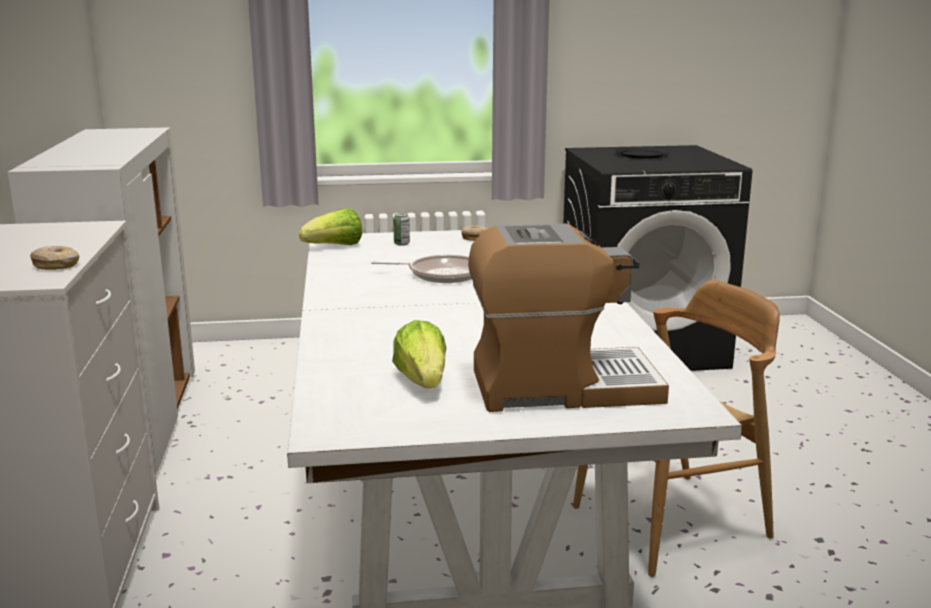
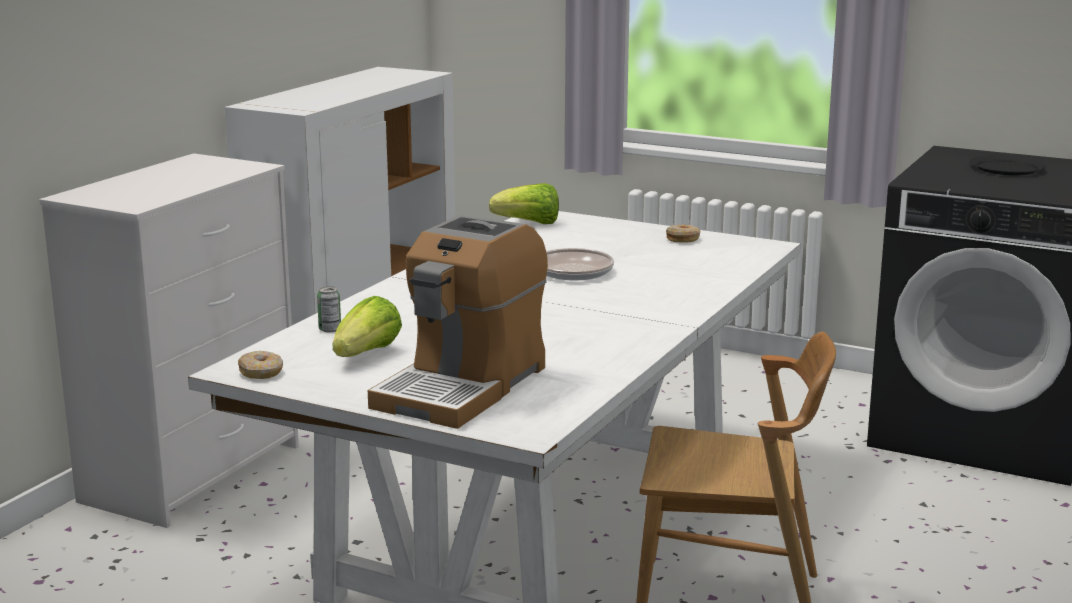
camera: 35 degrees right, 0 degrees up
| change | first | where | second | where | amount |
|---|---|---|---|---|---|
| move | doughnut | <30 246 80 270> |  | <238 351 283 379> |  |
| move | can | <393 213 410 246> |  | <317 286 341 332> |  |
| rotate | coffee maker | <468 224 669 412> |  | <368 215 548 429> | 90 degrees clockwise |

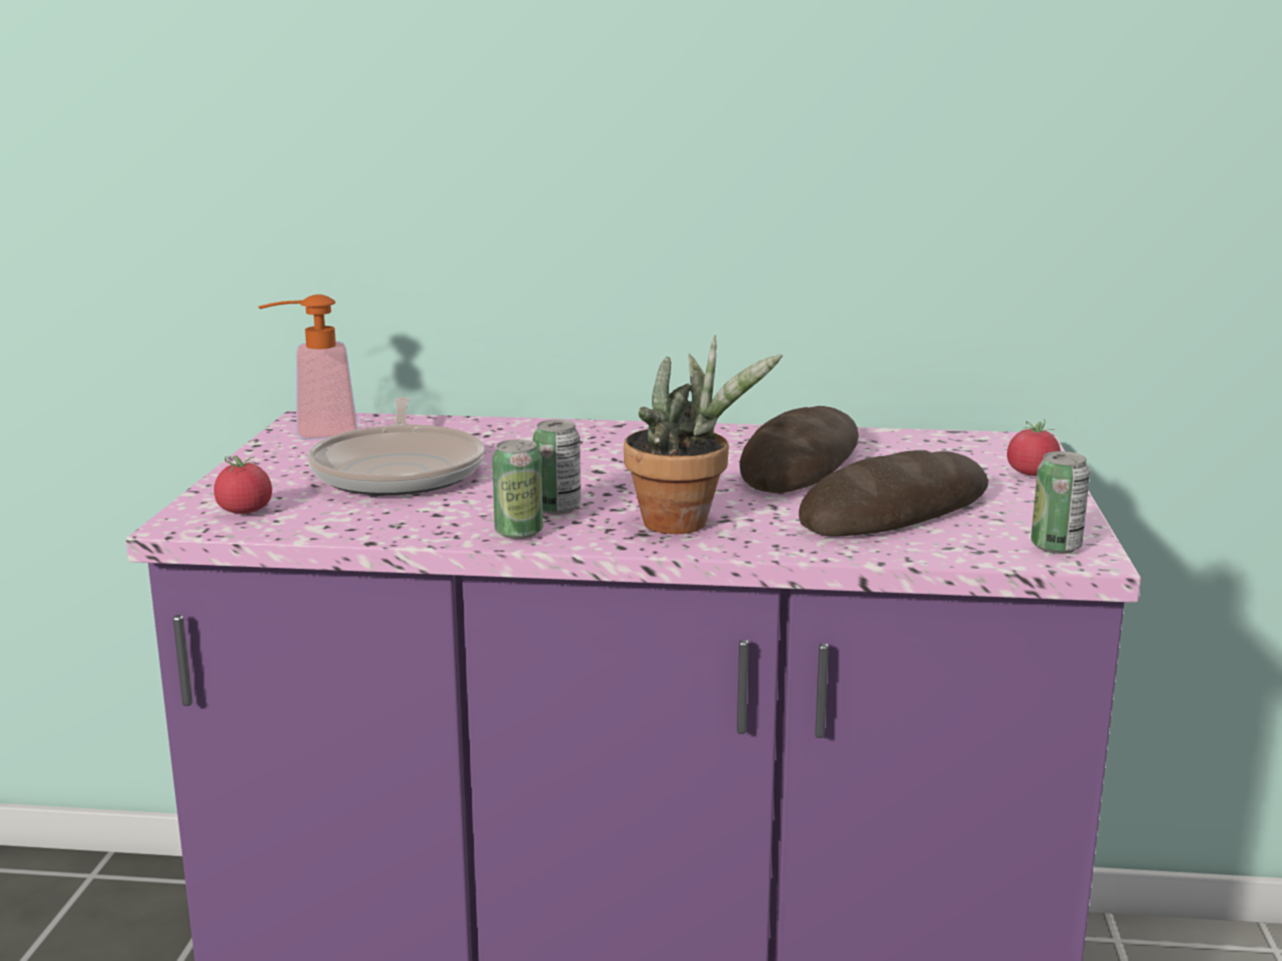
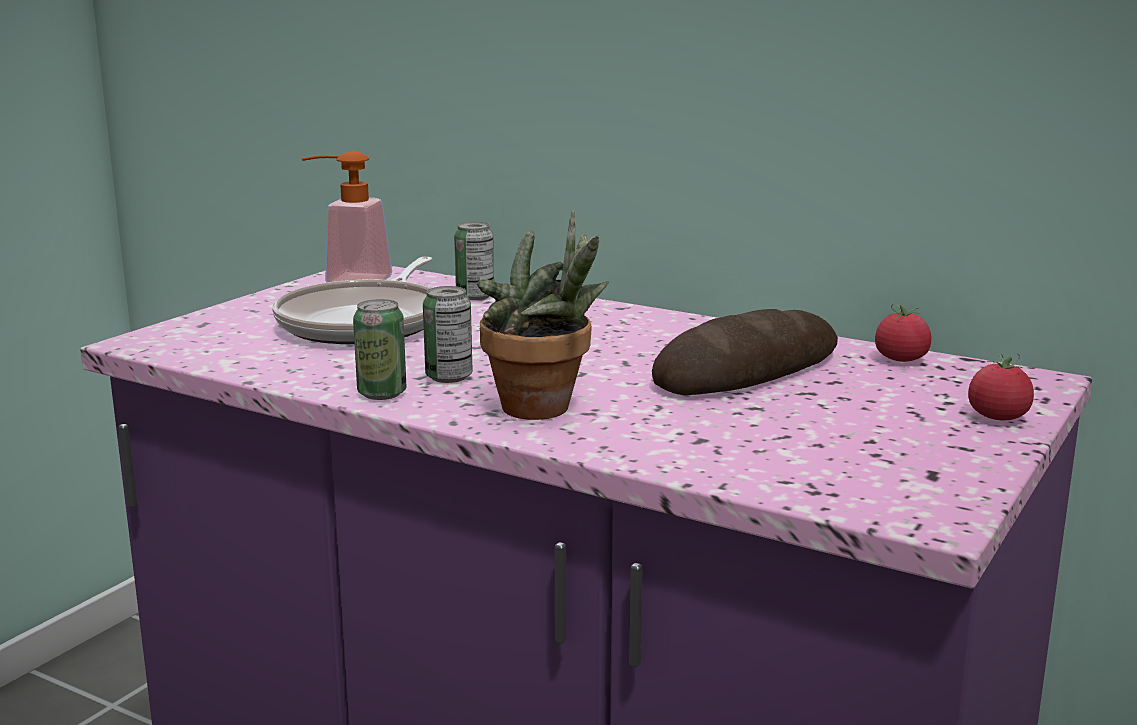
camera: 25 degrees right, 0 degrees up
| change | first | where | second | where | amount |
|---|---|---|---|---|---|
| delete | bread | <799 450 989 537> |  |  |  |
| move | fresh tomato | <214 456 272 514> |  | <875 304 931 362> |  |
| move | can | <1031 451 1090 554> |  | <454 222 494 300> |  |

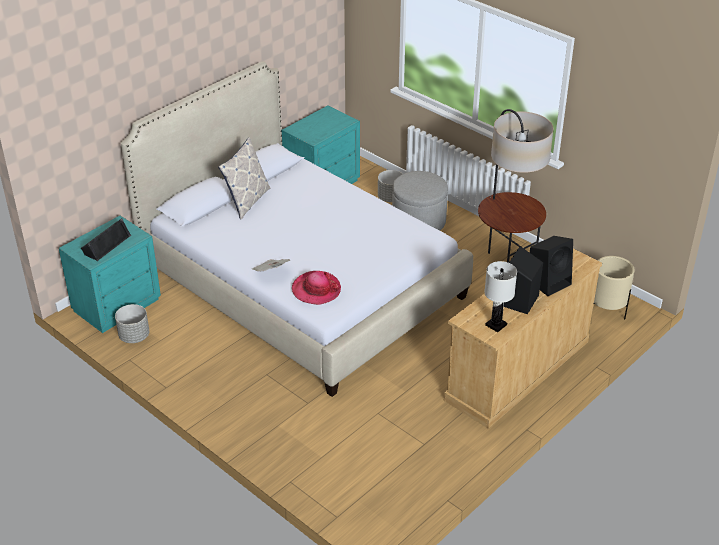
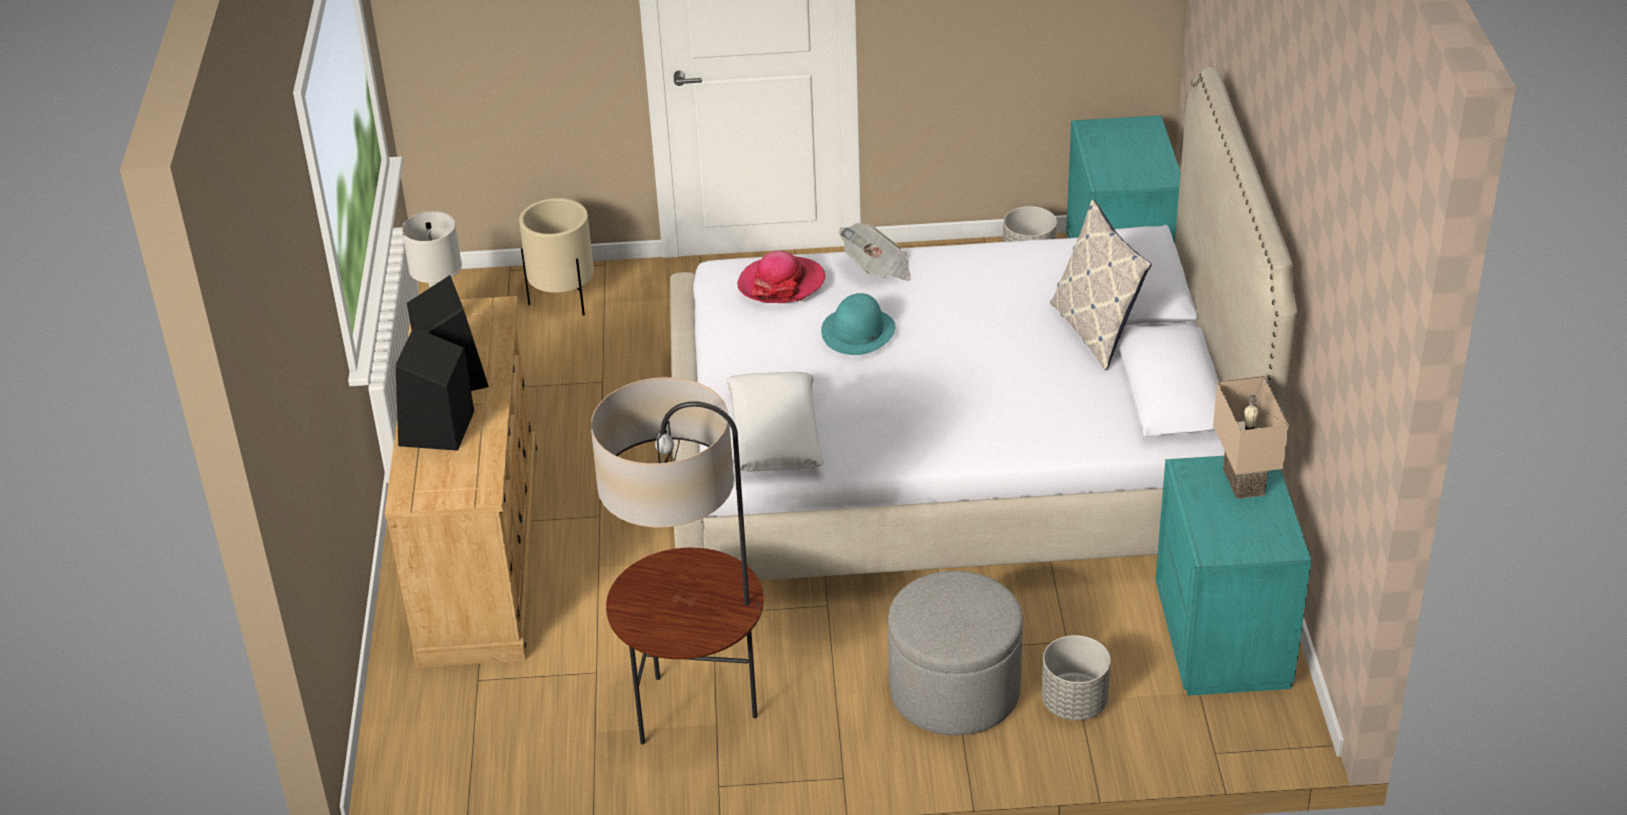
camera: 135 degrees right, 0 degrees up
| change | first | where | second | where | amount |
|---|---|---|---|---|---|
| delete | black speaker | <81 218 131 261> |  |  |  |
| insert |  |  | white-coloured pillow | <727 372 824 471> |  |
| insert |  |  | turquoise-coloured clothing hat | <821 293 896 355> |  |
| insert |  |  | sand-coloured table lamp | <1213 376 1289 499> |  |
| move | sand-coloured plant pot | <594 256 635 320> |  | <519 198 594 316> |  |

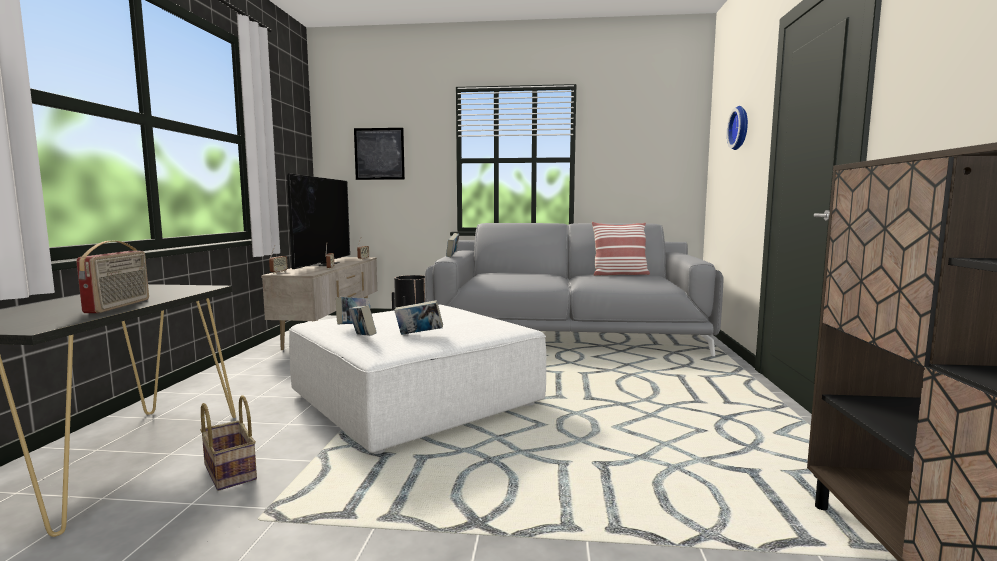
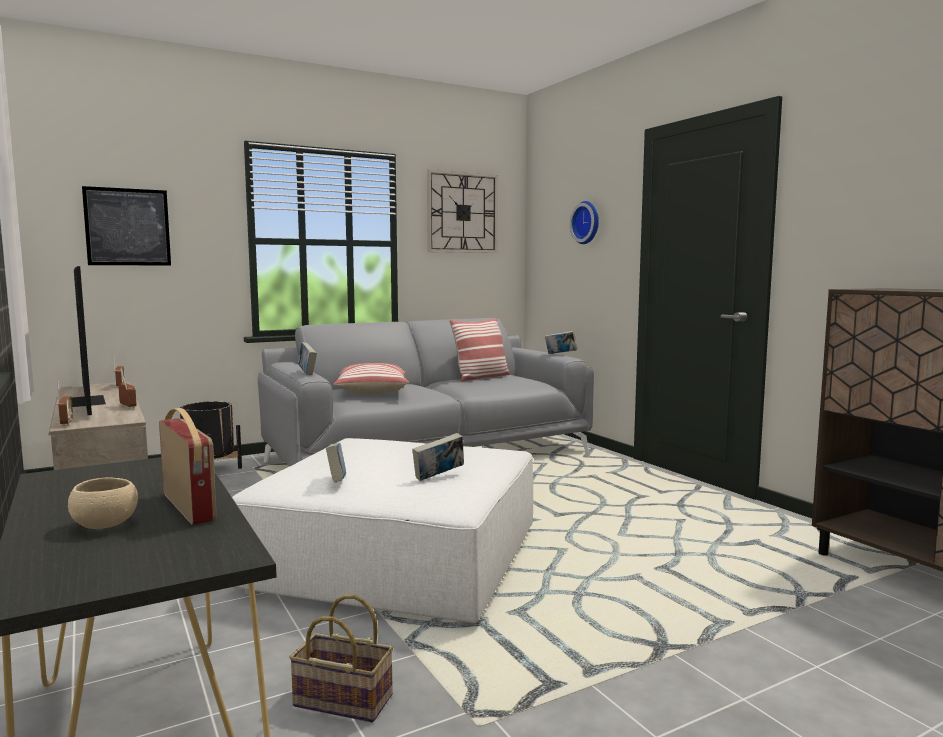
camera: 35 degrees left, 0 degrees up
| change | first | where | second | where | amount |
|---|---|---|---|---|---|
| insert |  |  | sand-coloured bowl | <68 477 138 529> |  |
| insert |  |  | pillow | <333 363 409 394> |  |
| insert |  |  | clock on the wall | <427 170 498 253> |  |
| move | volume | <349 305 377 336> |  | <545 331 578 354> |  |

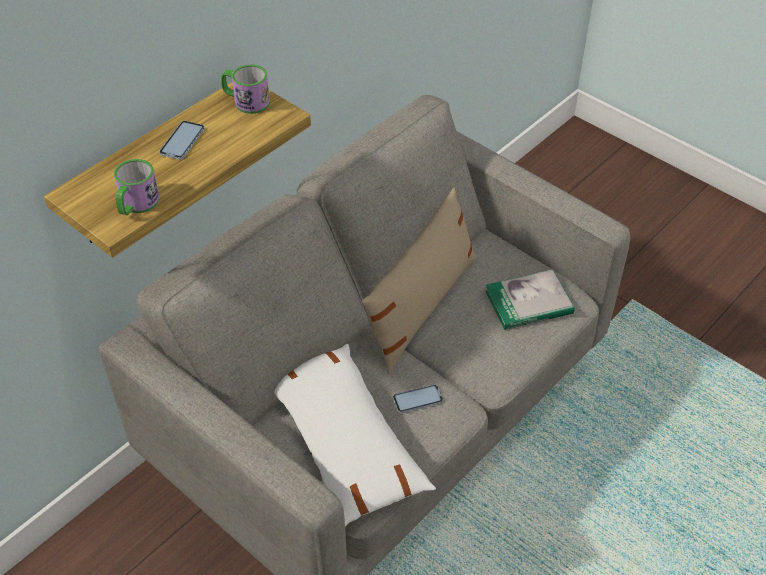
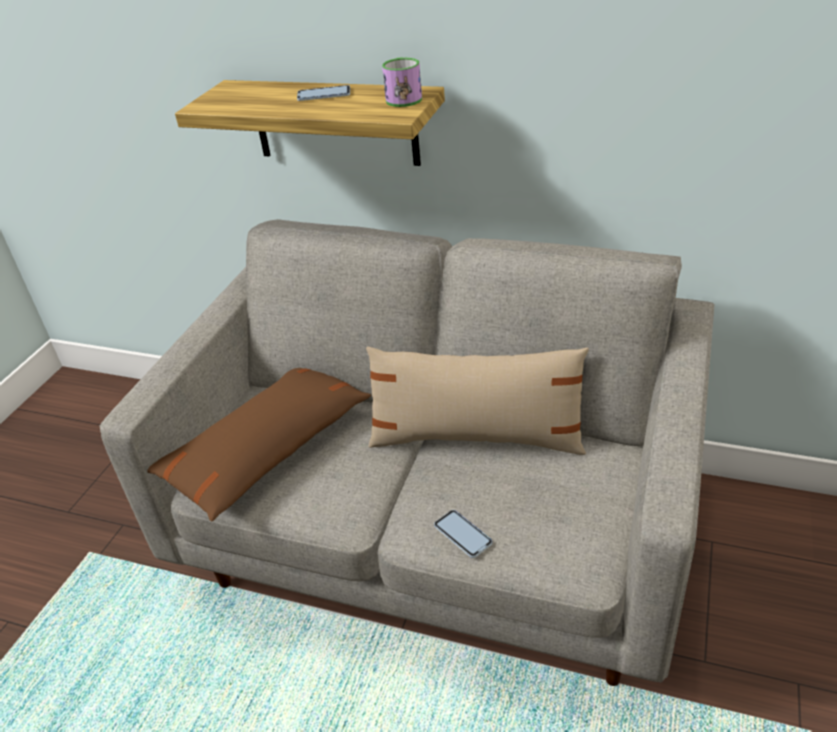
camera: 70 degrees right, 10 degrees down
| change | first | where | second | where | amount |
|---|---|---|---|---|---|
| delete | tea mug | <114 159 159 215> |  |  |  |
| delete | volume | <485 270 574 330> |  |  |  |
| move | handset | <393 384 443 413> |  | <434 510 492 558> |  |
| recolor | white-coloured pillow | <274 344 436 526> | brown pillow | <147 368 371 521> |  |

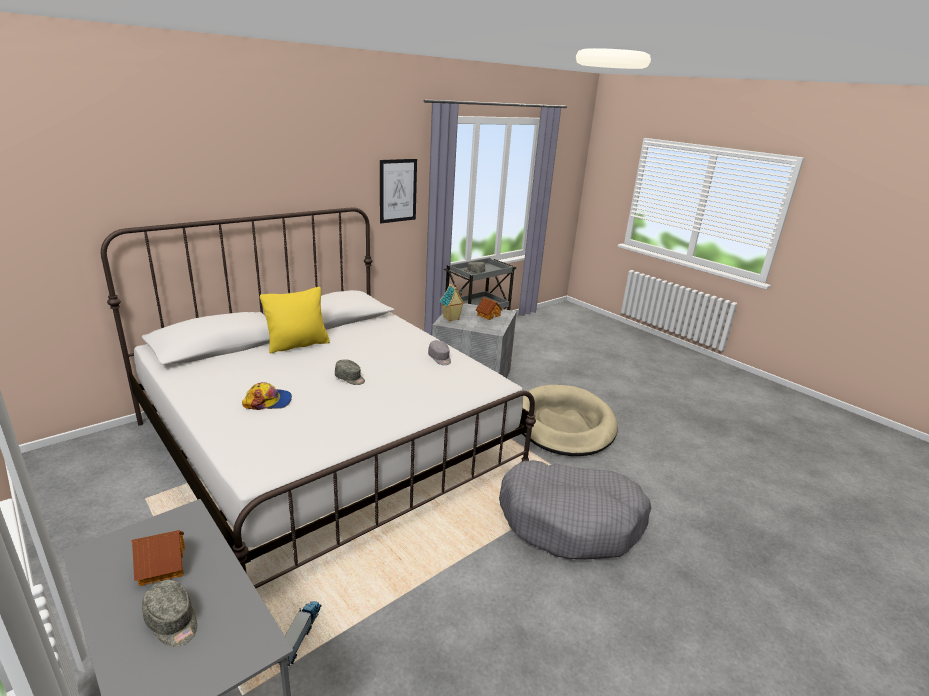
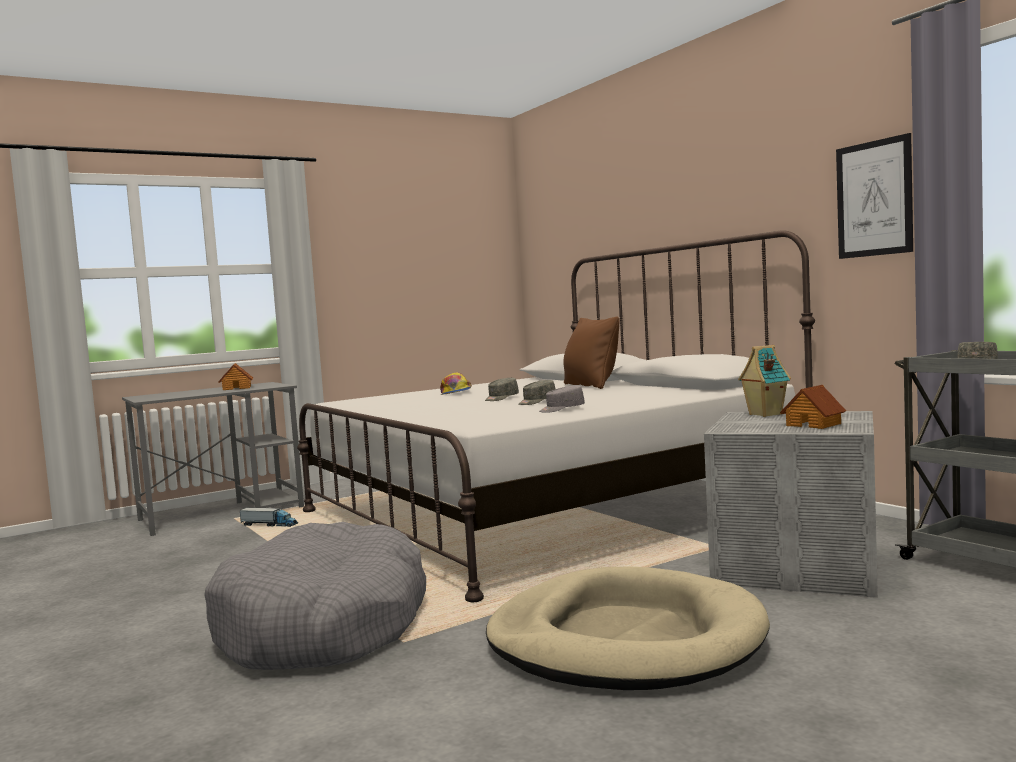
camera: 100 degrees right, 20 degrees down
| change | first | where | second | where | amount |
|---|---|---|---|---|---|
| move | gray cap | <142 580 197 647> |  | <518 380 555 405> |  |
| recolor | yellow pillow | <260 287 330 353> | brown pillow | <563 317 620 389> |  |

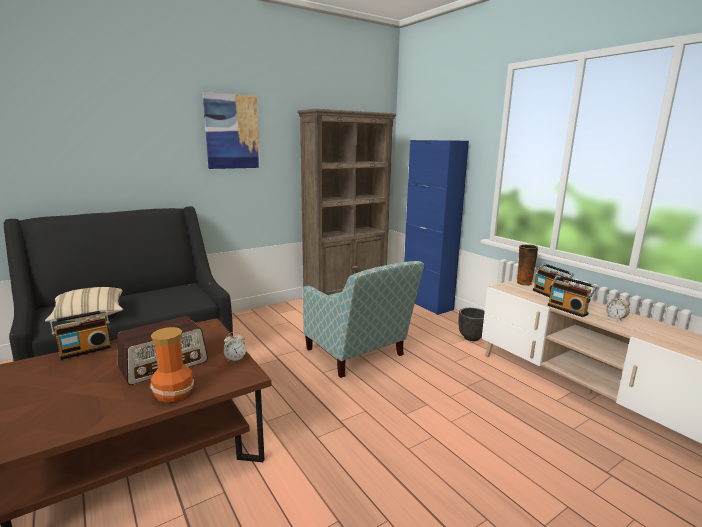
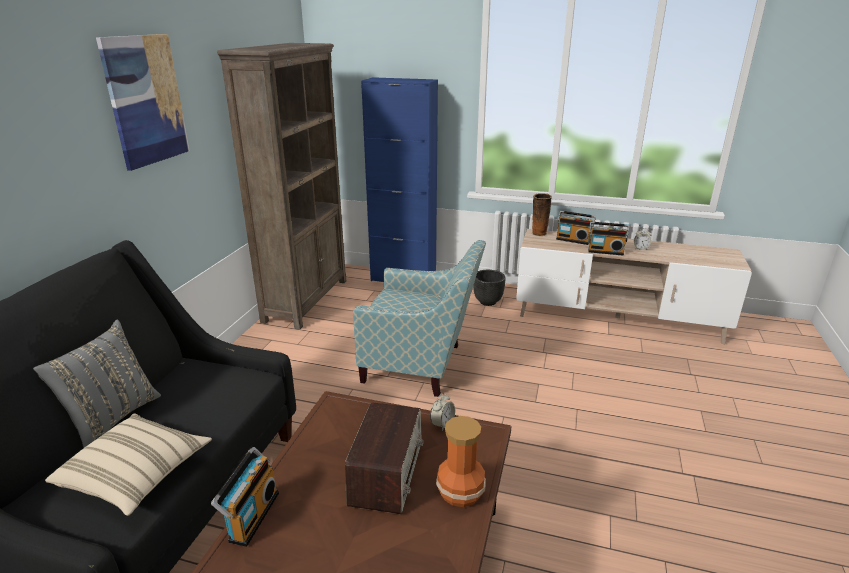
camera: 40 degrees left, 10 degrees up
| change | first | where | second | where | amount |
|---|---|---|---|---|---|
| insert |  |  | gray pillow | <33 320 161 448> |  |

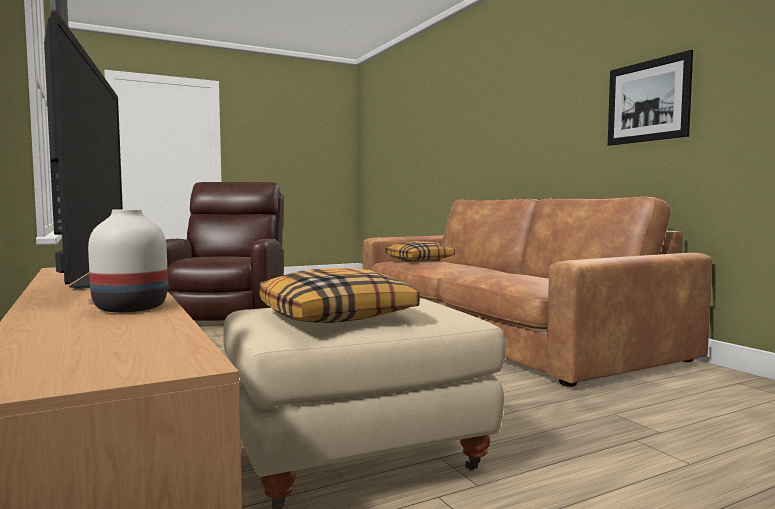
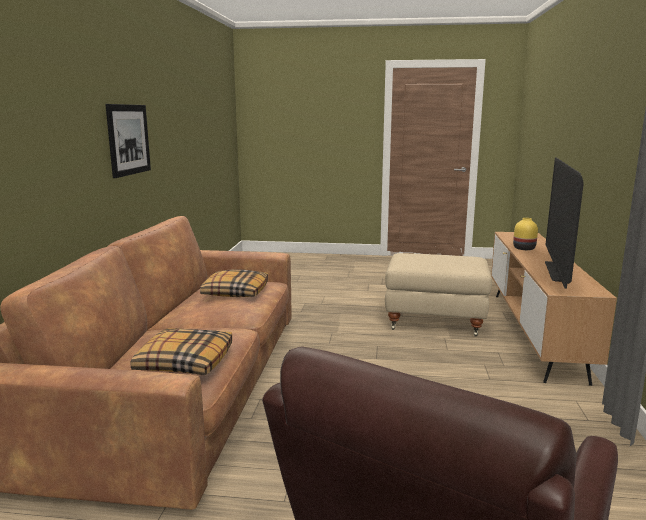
camera: 145 degrees left, 10 degrees up
| change | first | where | second | where | amount |
|---|---|---|---|---|---|
| move | pillow | <259 268 420 323> |  | <200 269 268 297> |  |
| recolor | white-coloured decorative vase | <88 209 168 313> | yellow decorative vase | <513 218 538 250> |  |

